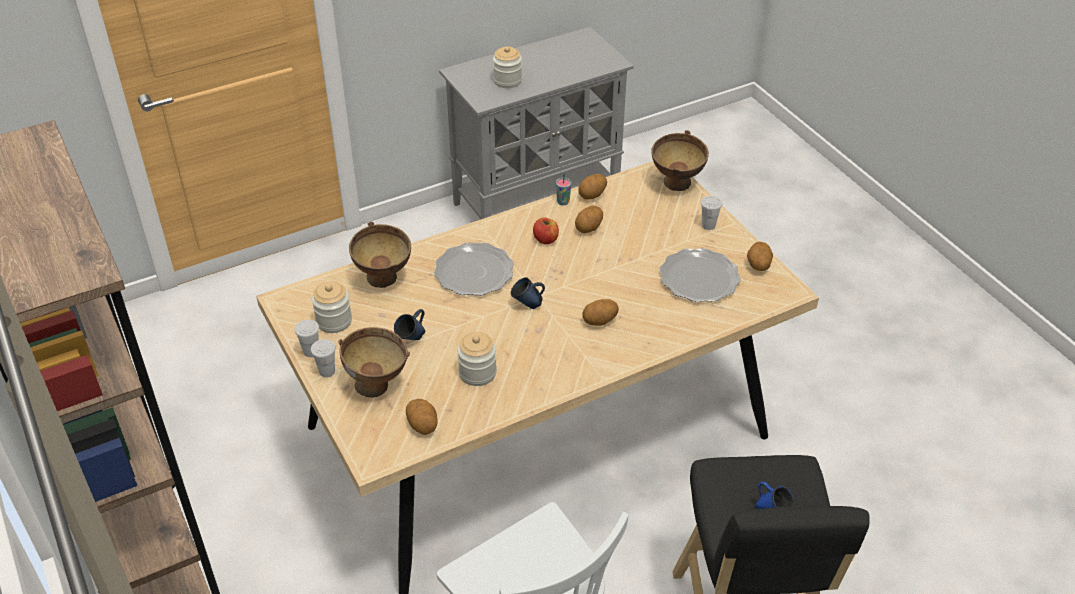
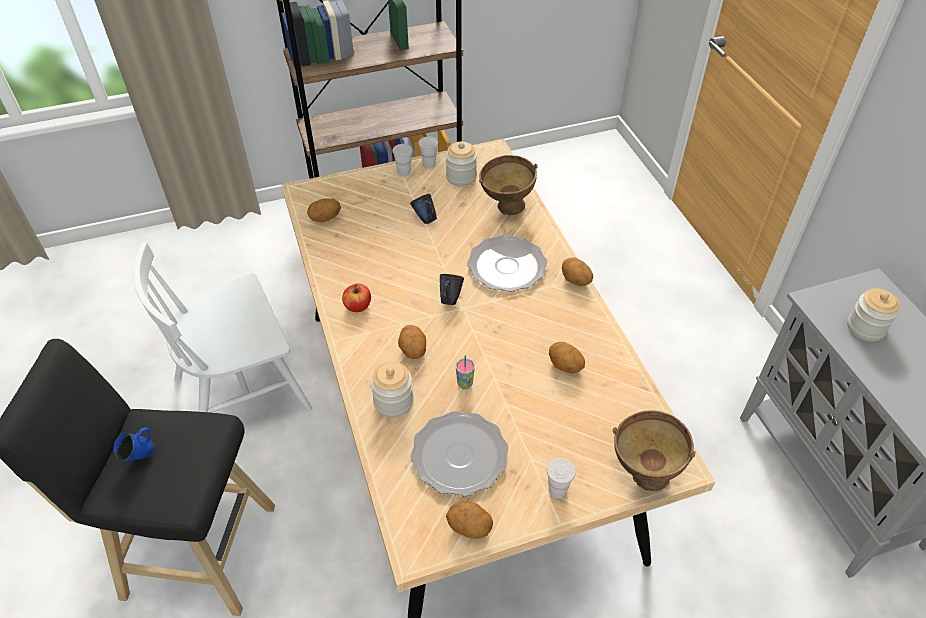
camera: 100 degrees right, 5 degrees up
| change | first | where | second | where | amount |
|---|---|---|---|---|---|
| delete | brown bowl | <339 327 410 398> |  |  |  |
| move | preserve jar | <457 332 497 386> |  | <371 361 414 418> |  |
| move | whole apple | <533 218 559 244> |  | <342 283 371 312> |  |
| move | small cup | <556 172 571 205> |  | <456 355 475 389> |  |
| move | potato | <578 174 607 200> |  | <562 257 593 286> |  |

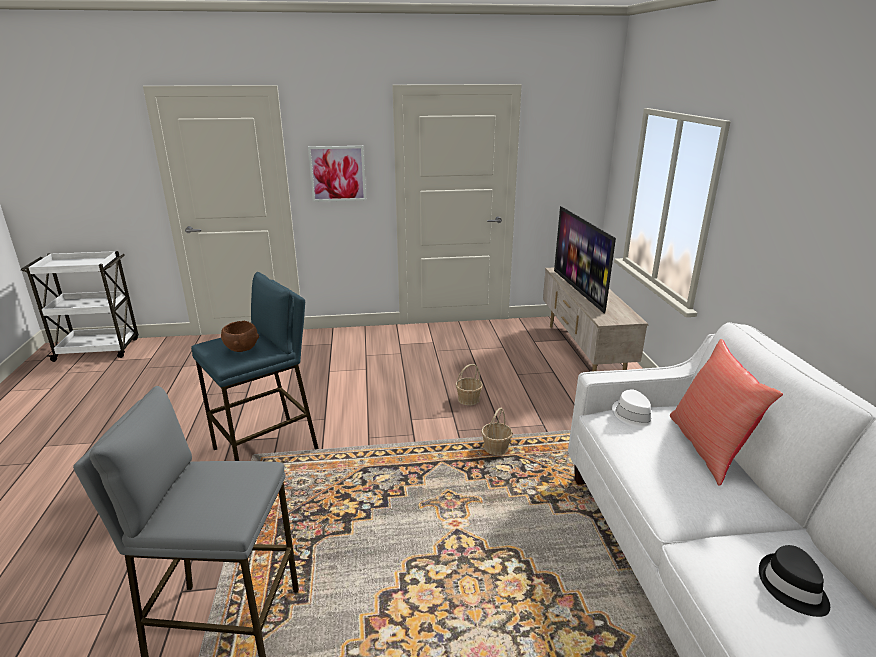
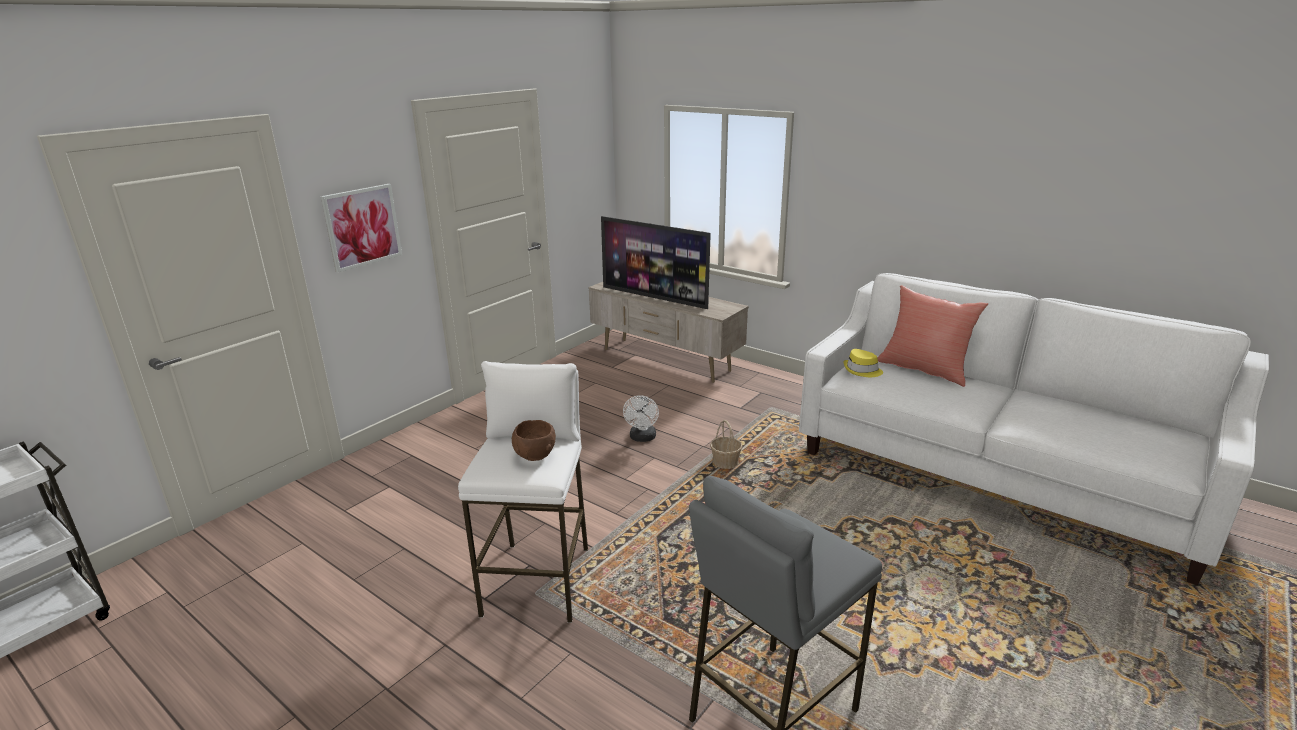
camera: 45 degrees left, 0 degrees up
| change | first | where | second | where | amount |
|---|---|---|---|---|---|
| delete | black clothing hat | <759 545 830 617> |  |  |  |
| replace | household basket | <455 364 483 406> | white-coloured electric fan | <623 395 659 442> |  |
| recolor | blue-coloured stool | <191 272 319 461> | white-coloured stool | <458 361 588 623> |  |
| recolor | white-coloured clothing hat | <612 389 657 430> | yellow clothing hat | <844 349 883 377> |  |

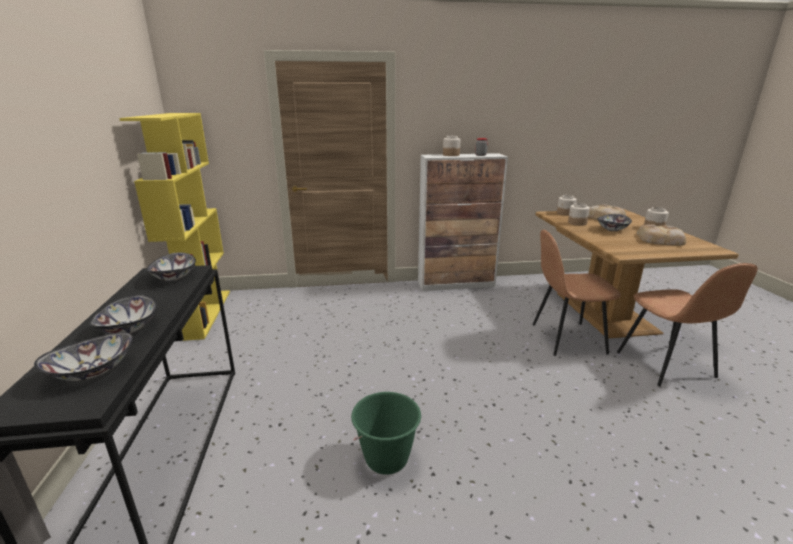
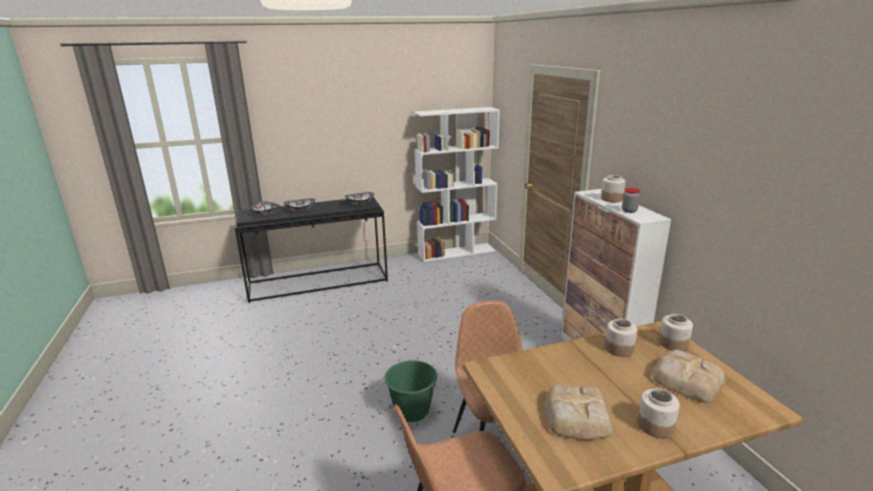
camera: 80 degrees right, 0 degrees up
| change | first | where | second | where | amount |
|---|---|---|---|---|---|
| delete | bowl | <597 214 632 231> |  |  |  |
| move | green pail | <351 392 421 475> |  | <384 360 438 422> |  |
| recolor | yellow bookshelf | <119 113 230 341> | white-coloured bookshelf | <413 107 500 262> |  |

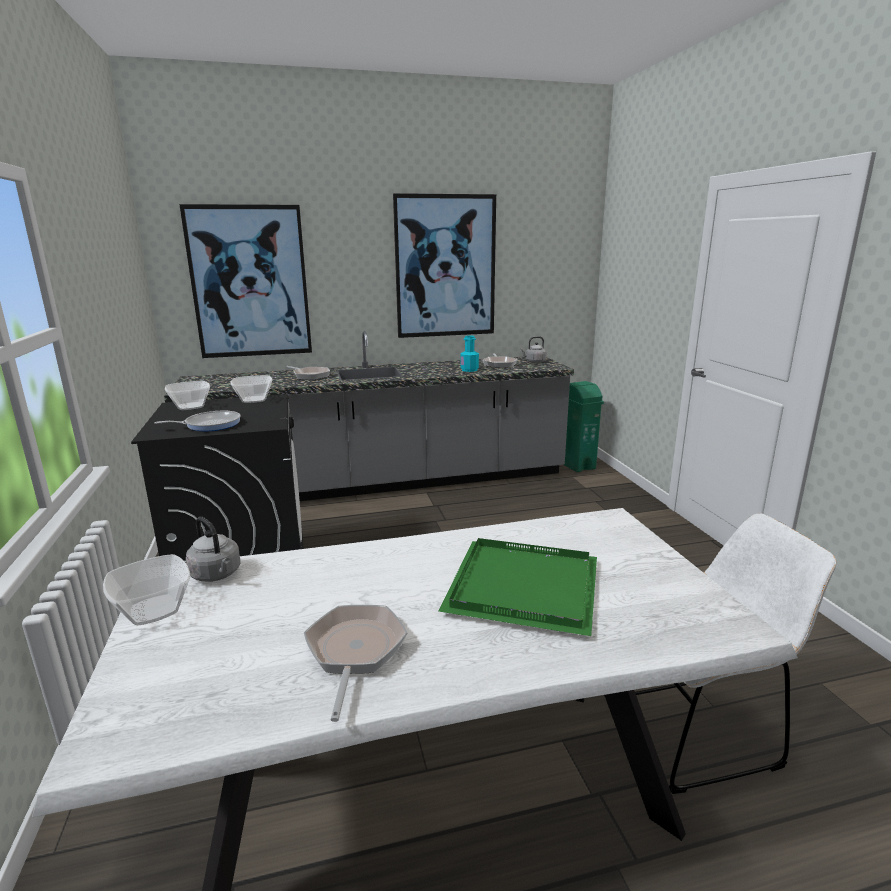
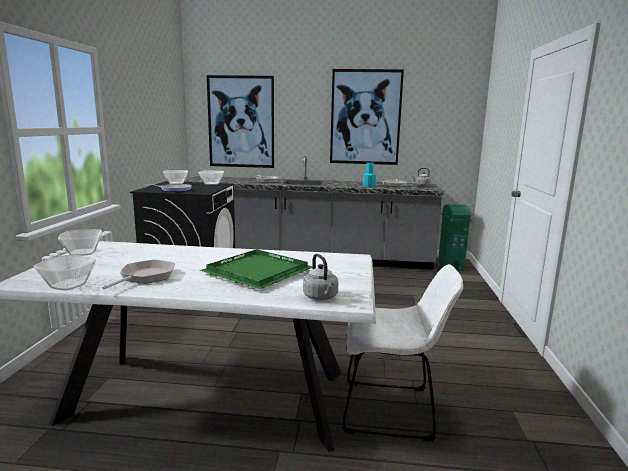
camera: 20 degrees right, 5 degrees down
| change | first | where | second | where | amount |
|---|---|---|---|---|---|
| insert |  |  | bowl | <34 255 96 290> |  |
| move | gray kettle | <186 517 240 582> |  | <303 254 338 300> |  |

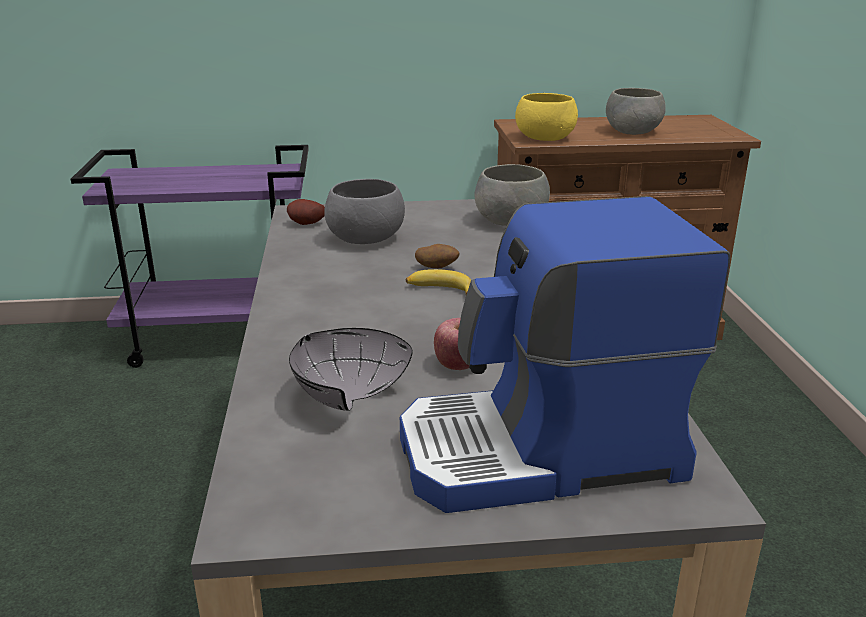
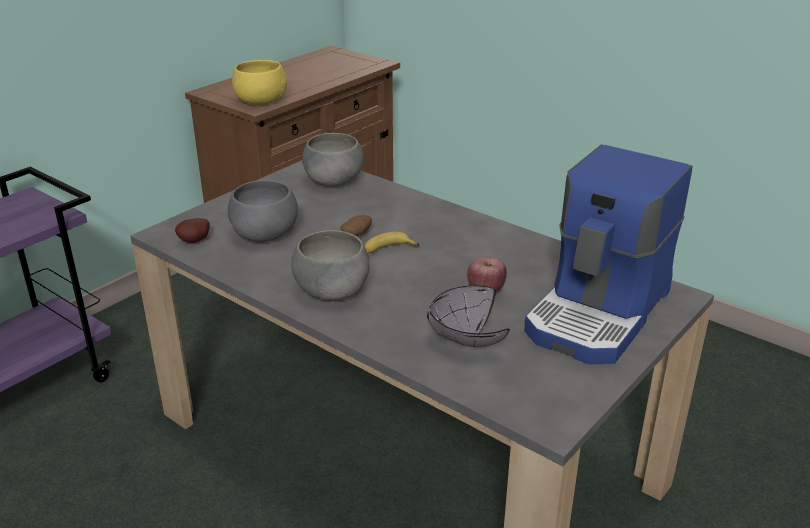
camera: 45 degrees left, 5 degrees up
| change | first | where | second | where | amount |
|---|---|---|---|---|---|
| move | gray bowl | <606 88 666 135> |  | <291 230 370 301> |  |

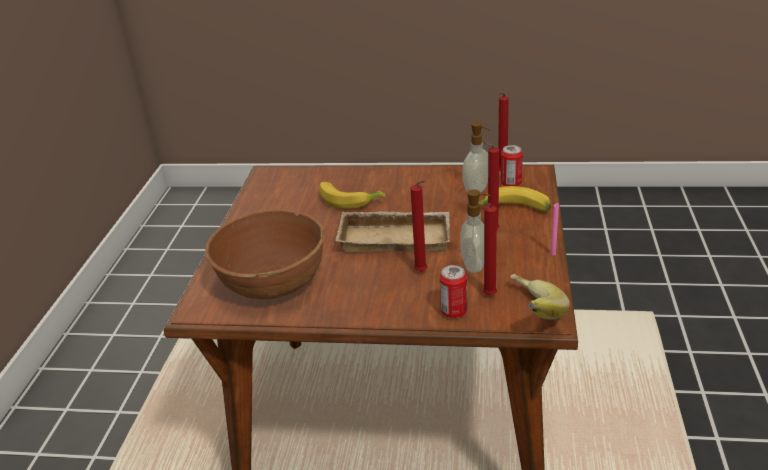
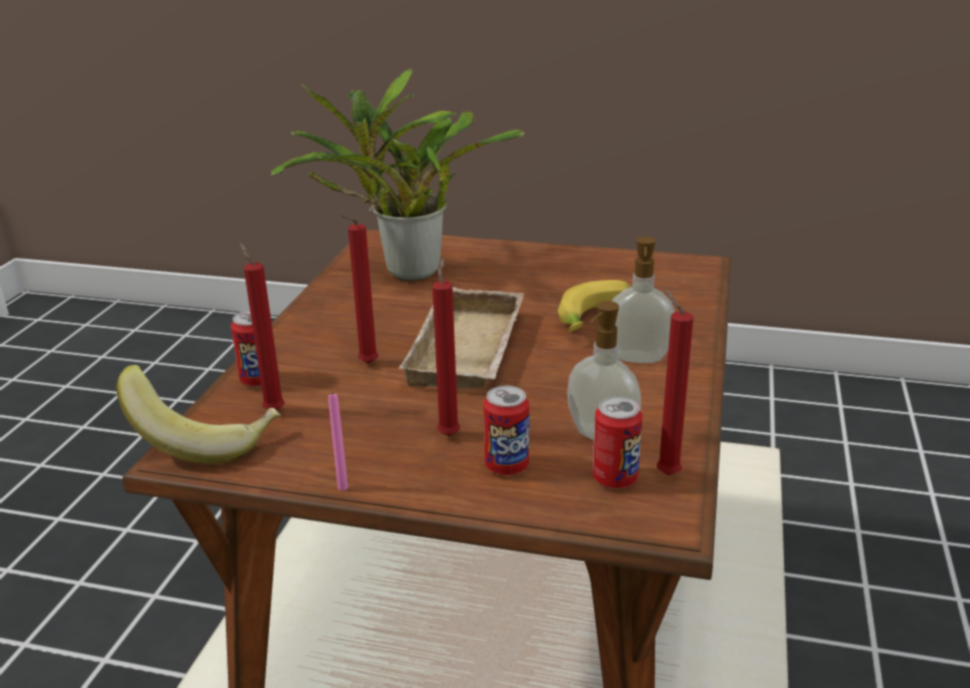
camera: 95 degrees right, 5 degrees down
| change | first | where | second | where | amount |
|---|---|---|---|---|---|
| move | liquid soap bottle | <460 189 491 273> |  | <612 236 675 363> |  |
| replace | brown bowl | <205 210 324 299> | plant in a pot | <271 68 524 281> |  |
| replace | banana fruit | <478 186 551 212> | can | <483 386 529 475> |  |

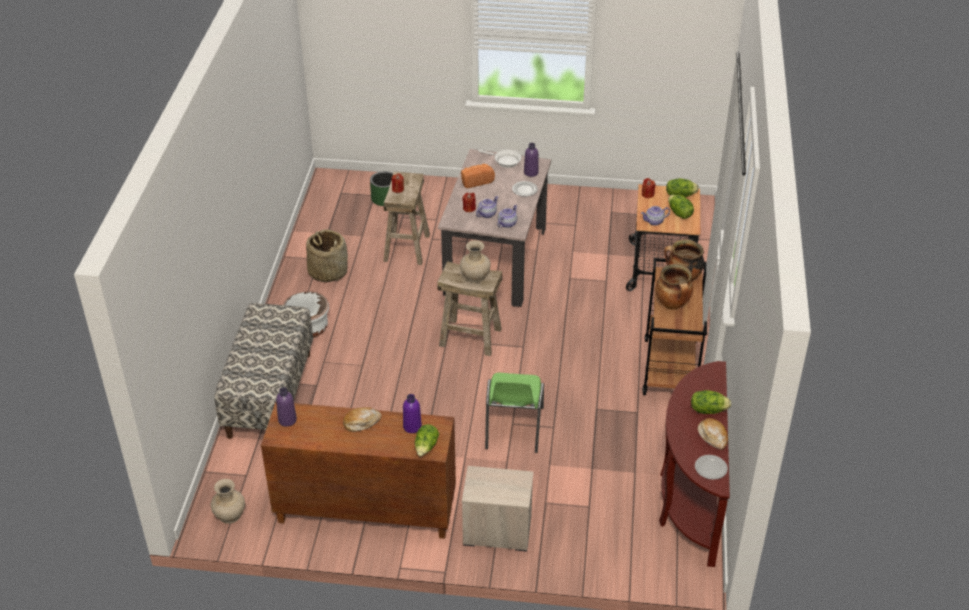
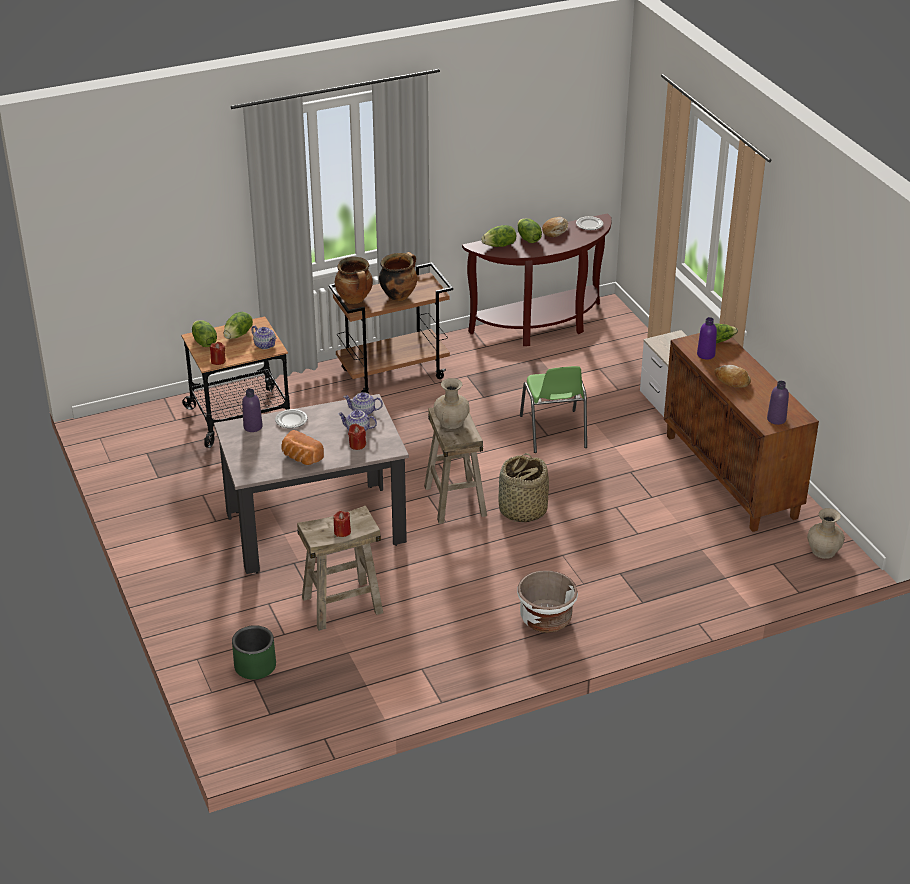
camera: 120 degrees left, 5 degrees down
| change | first | where | second | where | amount |
|---|---|---|---|---|---|
| delete | long seat | <214 303 313 439> |  |  |  |
| delete | white-coloured pan | <479 150 521 168> |  |  |  |
| insert |  |  | lettuce | <481 225 516 247> |  |
| move | household basket | <306 229 348 282> |  | <498 453 549 522> |  |
| rotate | green chair | <485 373 544 453> |  | <520 366 587 453> | 105 degrees clockwise |

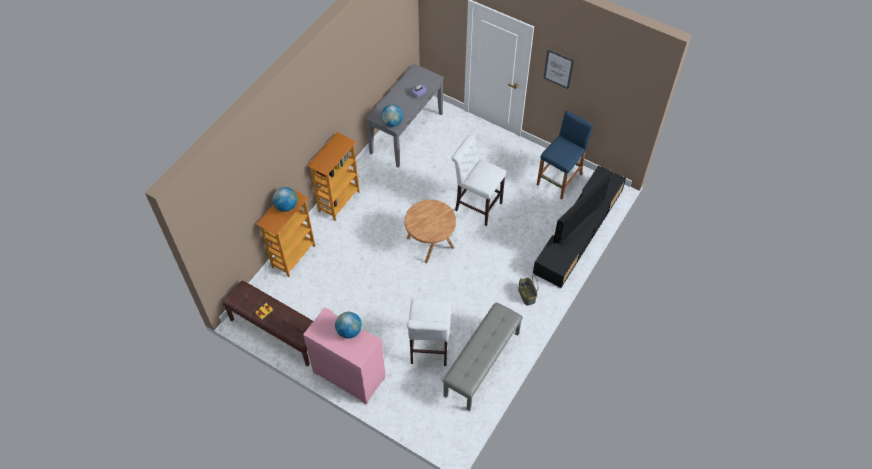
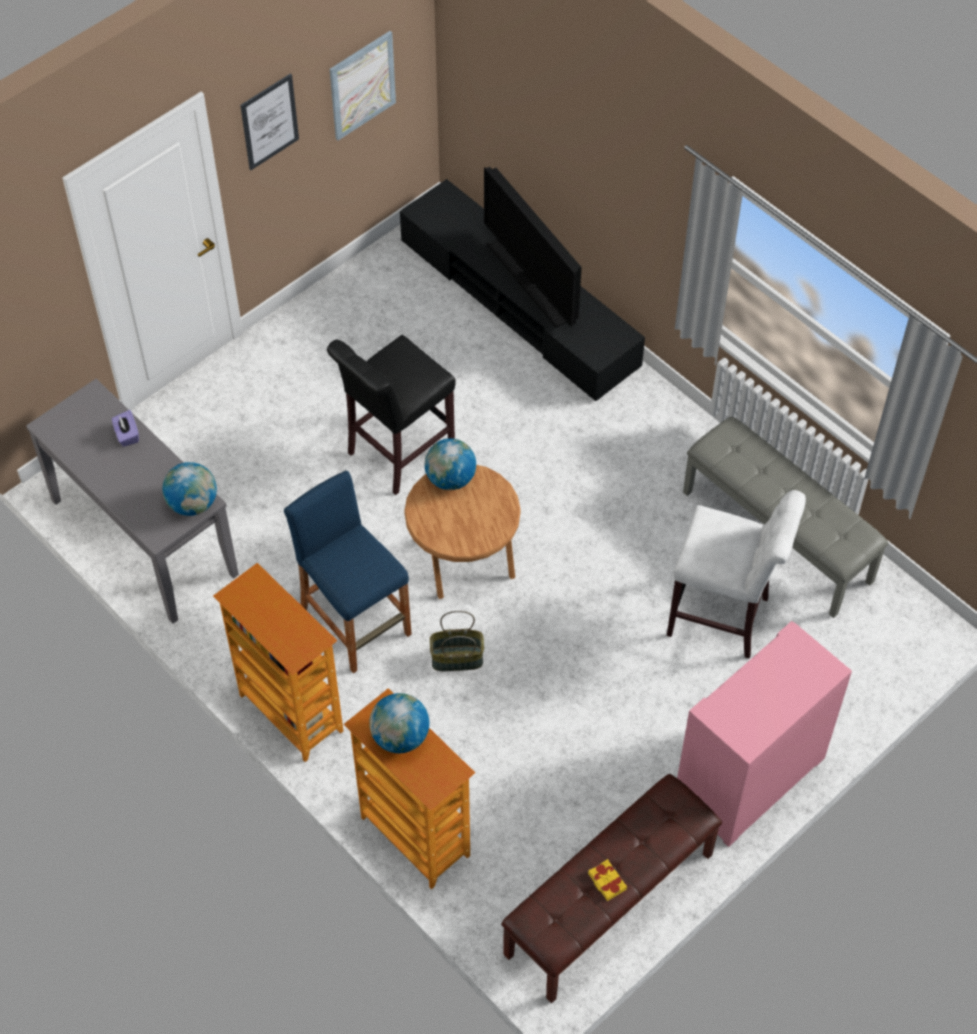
camera: 75 degrees left, 0 degrees up
| change | first | where | second | where | amount |
|---|---|---|---|---|---|
| insert |  |  | wall art | <330 31 396 140> |  |
| move | globe | <335 312 362 339> |  | <424 438 476 490> |  |
| move | household basket | <518 275 539 306> |  | <430 611 484 671> |  |
| move | blue-coloured stool | <537 111 594 199> |  | <284 470 412 673> |  |
| recolor | white-coloured stool | <451 135 506 226> | black stool | <327 335 456 495> |  |

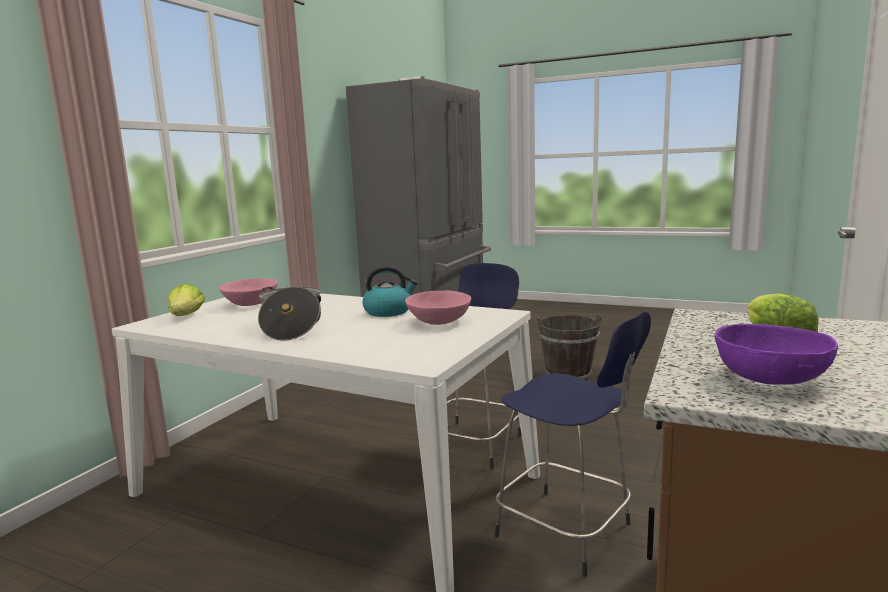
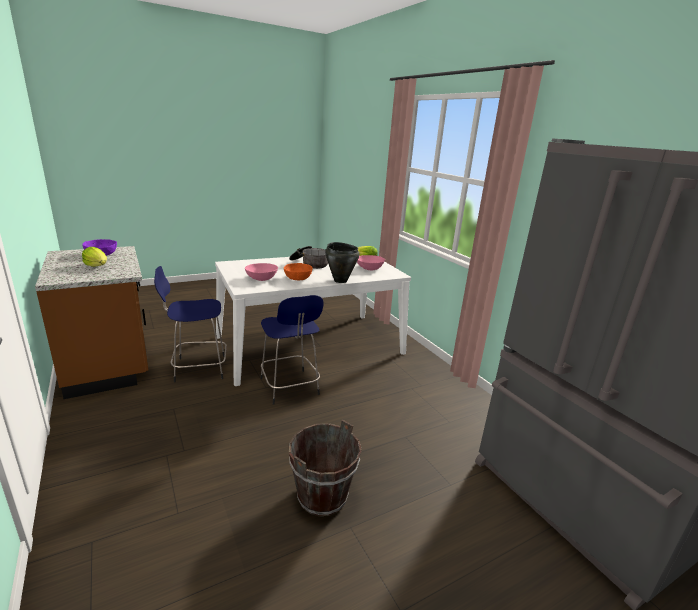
camera: 125 degrees right, 10 degrees up
| change | first | where | second | where | amount |
|---|---|---|---|---|---|
| insert |  |  | black saucepot | <325 242 359 283> |  |
| replace | kettle | <362 266 418 317> | orange-coloured bowl | <284 263 313 280> |  |

